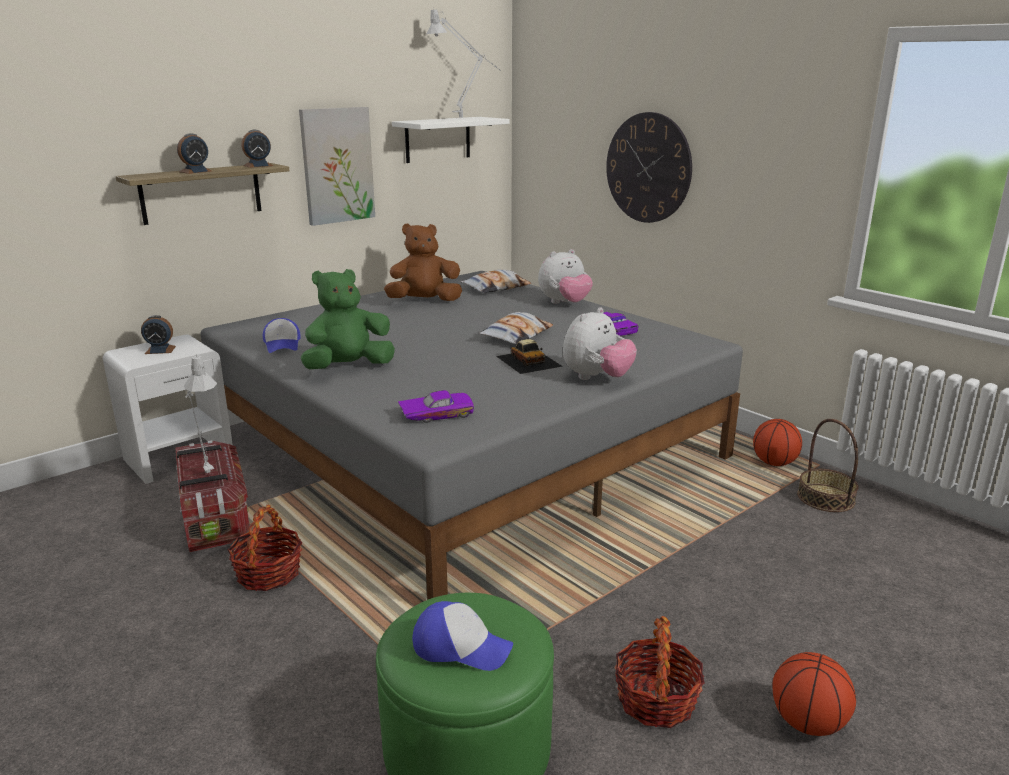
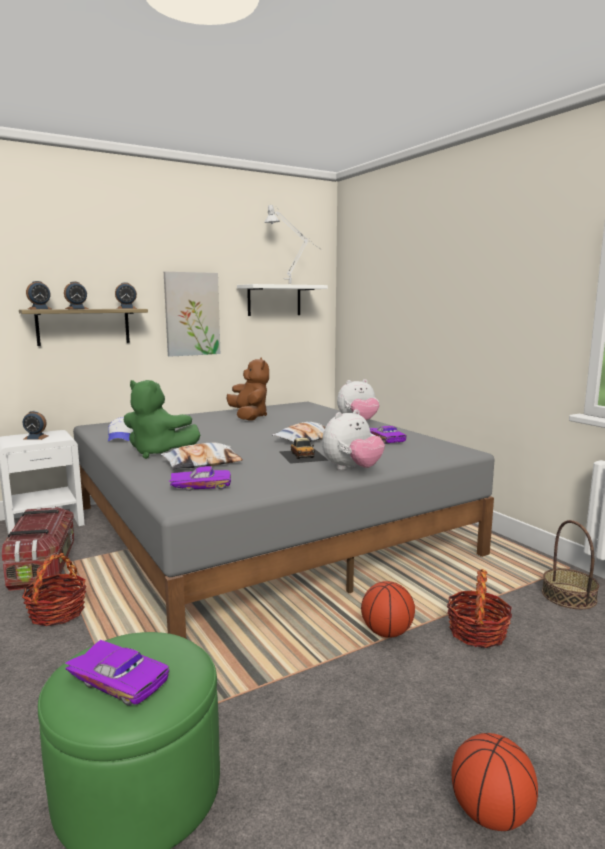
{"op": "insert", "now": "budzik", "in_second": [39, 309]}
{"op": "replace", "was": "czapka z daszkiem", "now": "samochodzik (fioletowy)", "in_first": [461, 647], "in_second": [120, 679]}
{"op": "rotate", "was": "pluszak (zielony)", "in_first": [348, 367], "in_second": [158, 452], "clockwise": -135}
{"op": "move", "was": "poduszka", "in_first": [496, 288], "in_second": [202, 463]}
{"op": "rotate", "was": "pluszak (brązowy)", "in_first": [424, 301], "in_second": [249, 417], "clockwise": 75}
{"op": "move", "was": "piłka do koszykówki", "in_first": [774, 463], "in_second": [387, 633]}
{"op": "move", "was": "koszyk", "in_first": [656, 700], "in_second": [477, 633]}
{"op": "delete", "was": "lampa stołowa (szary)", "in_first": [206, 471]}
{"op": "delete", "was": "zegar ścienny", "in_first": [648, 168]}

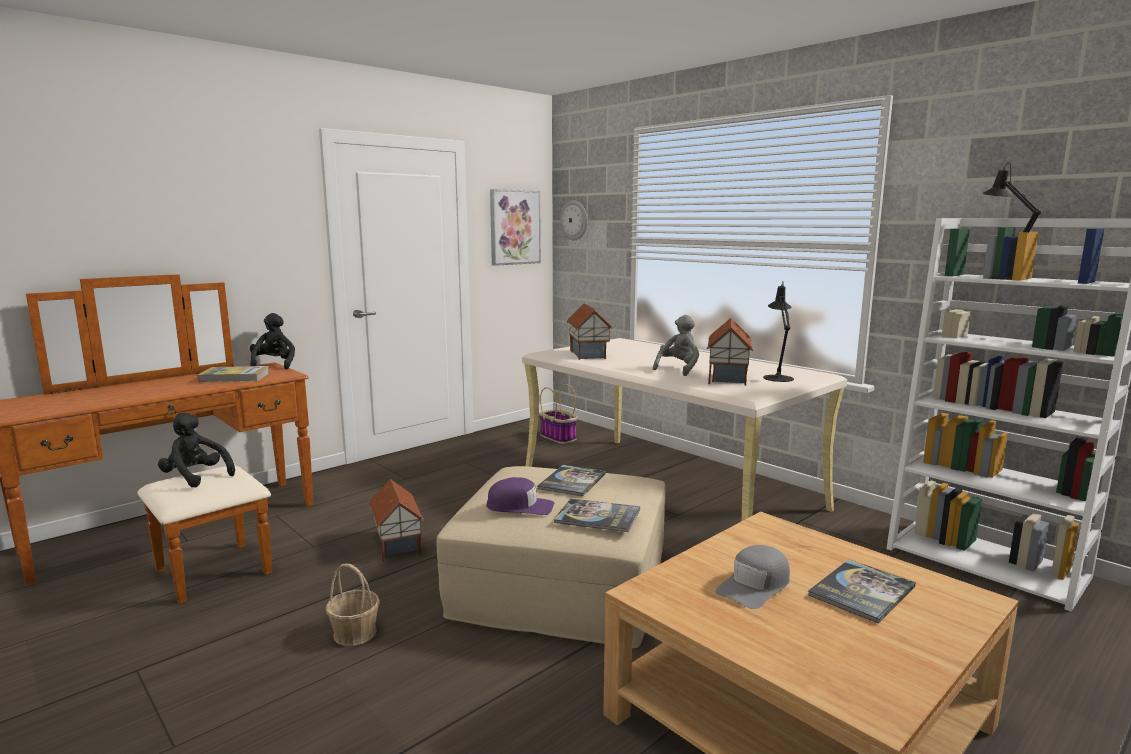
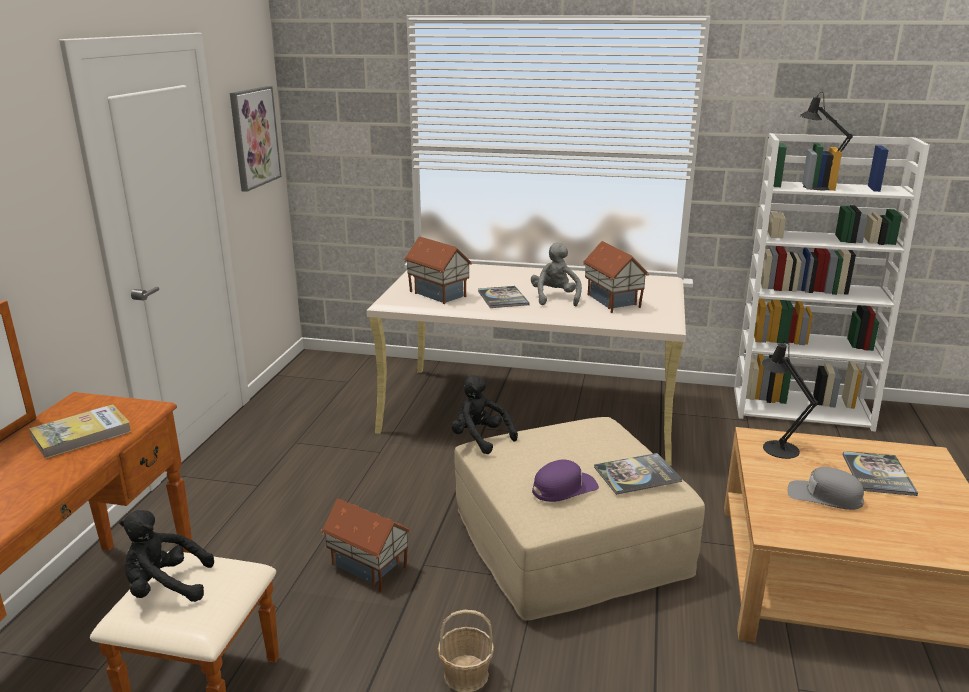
{"op": "move", "was": "pluszak (czarny)", "in_first": [274, 365], "in_second": [480, 438]}
{"op": "move", "was": "książka", "in_first": [572, 481], "in_second": [503, 298]}
{"op": "move", "was": "lampa stołowa (czarny)", "in_first": [777, 377], "in_second": [776, 447]}
{"op": "rotate", "was": "czapka z daszkiem (szary)", "in_first": [755, 586], "in_second": [824, 496], "clockwise": 105}
{"op": "delete", "was": "koszyk", "in_first": [558, 437]}
{"op": "delete", "was": "zegar ścienny", "in_first": [574, 220]}

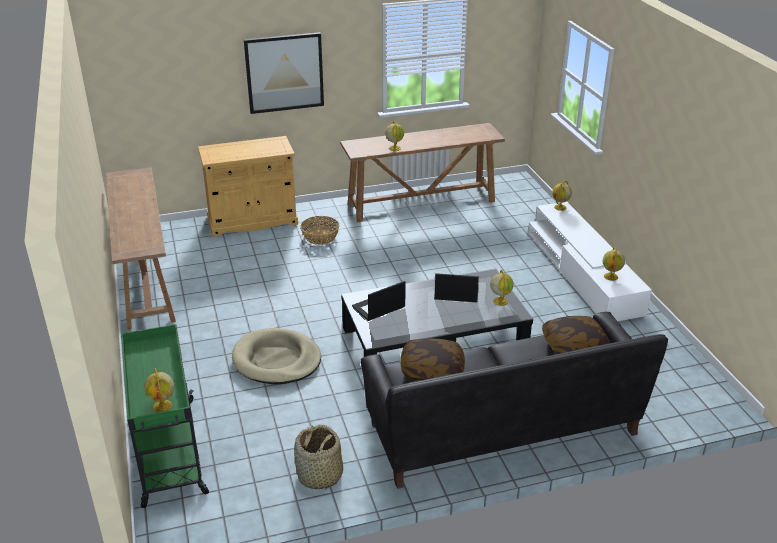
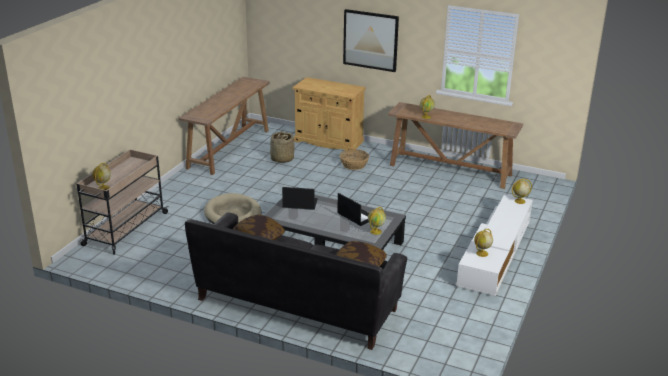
{"op": "recolor", "was": "wózek (zielony)", "now": "wózek (beżowy)", "in_first": [169, 452], "in_second": [125, 229]}
{"op": "move", "was": "koszyk", "in_first": [319, 475], "in_second": [282, 159]}

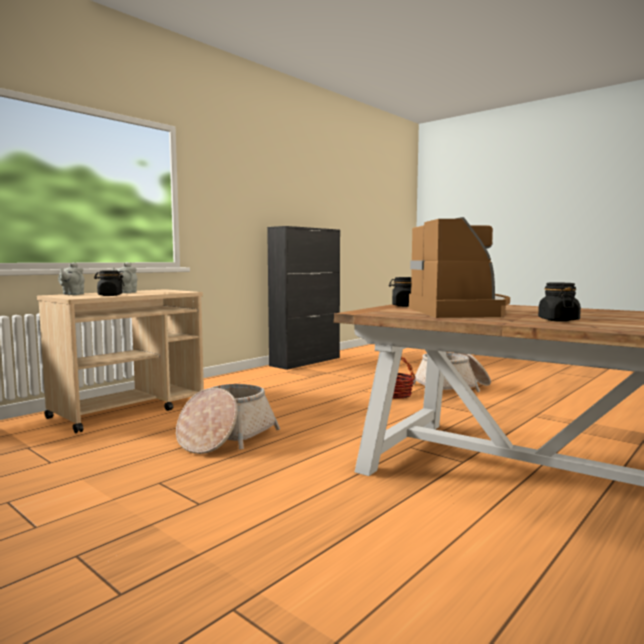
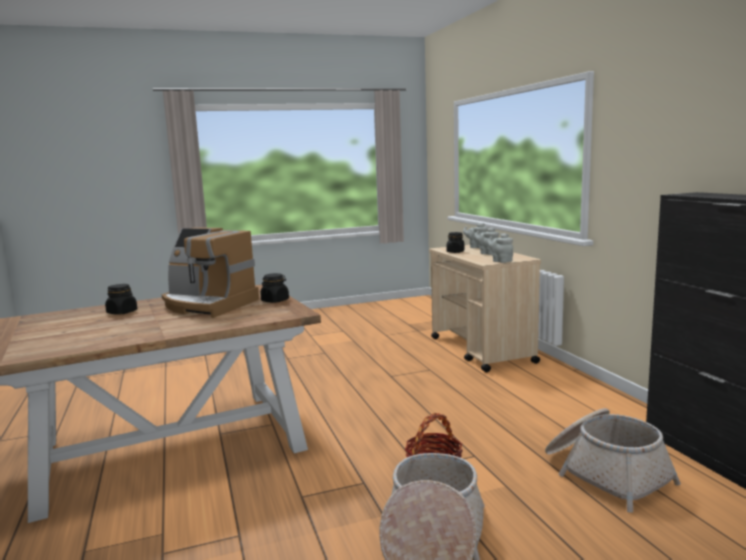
{"op": "insert", "now": "imbryk (szary)", "in_second": [500, 261]}
{"op": "move", "was": "koszyk", "in_first": [226, 438], "in_second": [605, 473]}

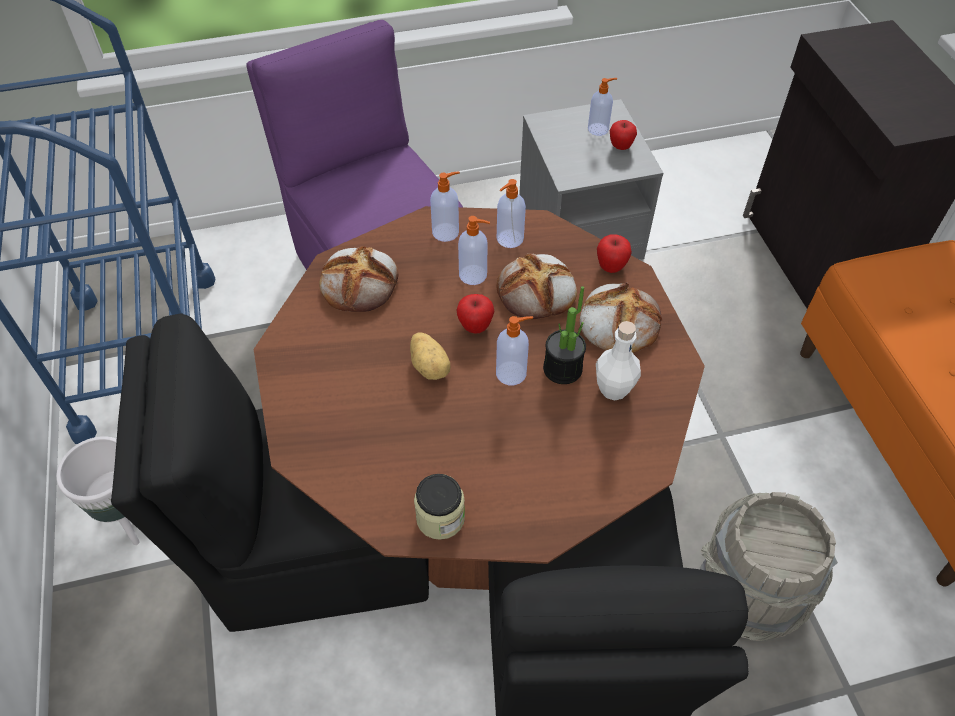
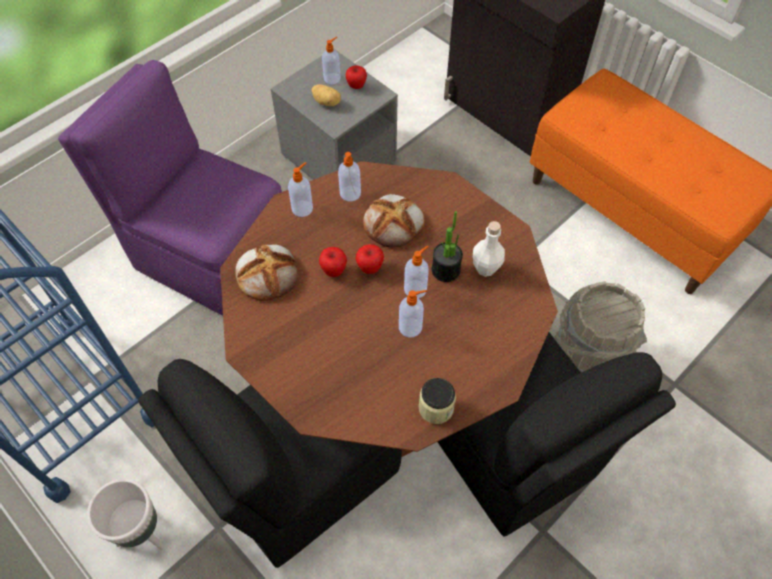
{"op": "move", "was": "ziemniak", "in_first": [430, 366], "in_second": [327, 102]}
{"op": "move", "was": "jabłko", "in_first": [611, 267], "in_second": [334, 271]}
{"op": "move", "was": "dozownik mydła", "in_first": [474, 275], "in_second": [411, 327]}
{"op": "delete", "was": "chleb", "in_first": [618, 321]}

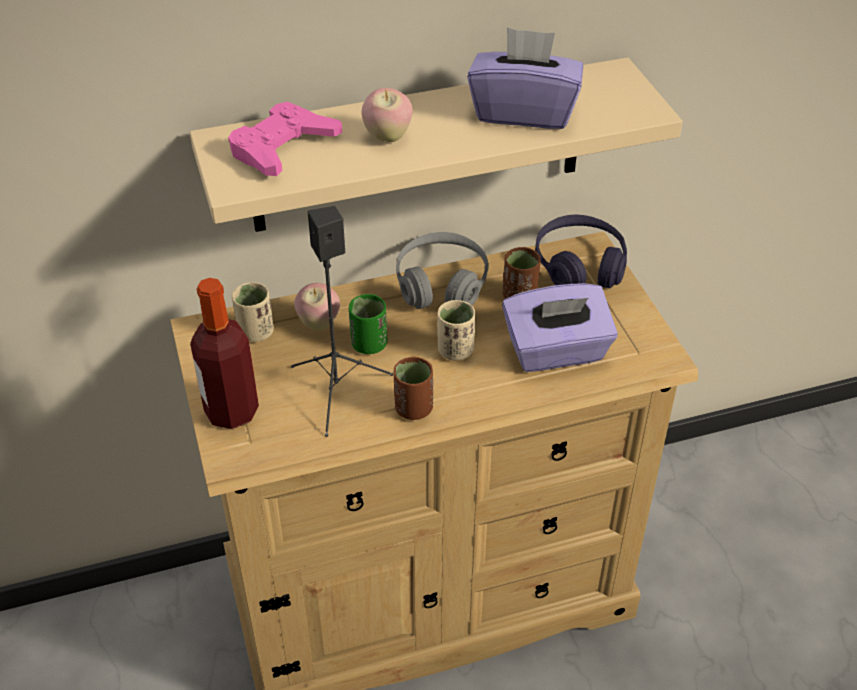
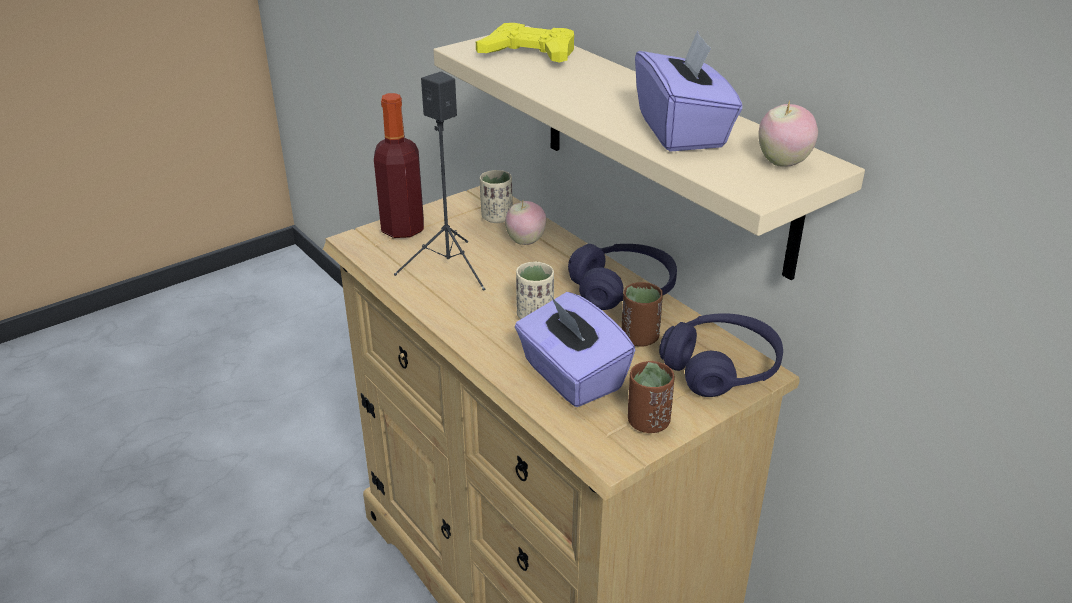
{"op": "recolor", "was": "pad do gier (różowy)", "now": "pad do gier (żółty)", "in_first": [283, 147], "in_second": [529, 54]}
{"op": "recolor", "was": "słuchawki (szary)", "now": "słuchawki (fioletowy)", "in_first": [441, 284], "in_second": [623, 290]}
{"op": "move", "was": "filiżanka (brązowy)", "in_first": [413, 409], "in_second": [648, 422]}
{"op": "move", "was": "jabłko", "in_first": [387, 137], "in_second": [783, 162]}
{"op": "delete", "was": "filiżanka (zielony)", "in_first": [369, 344]}

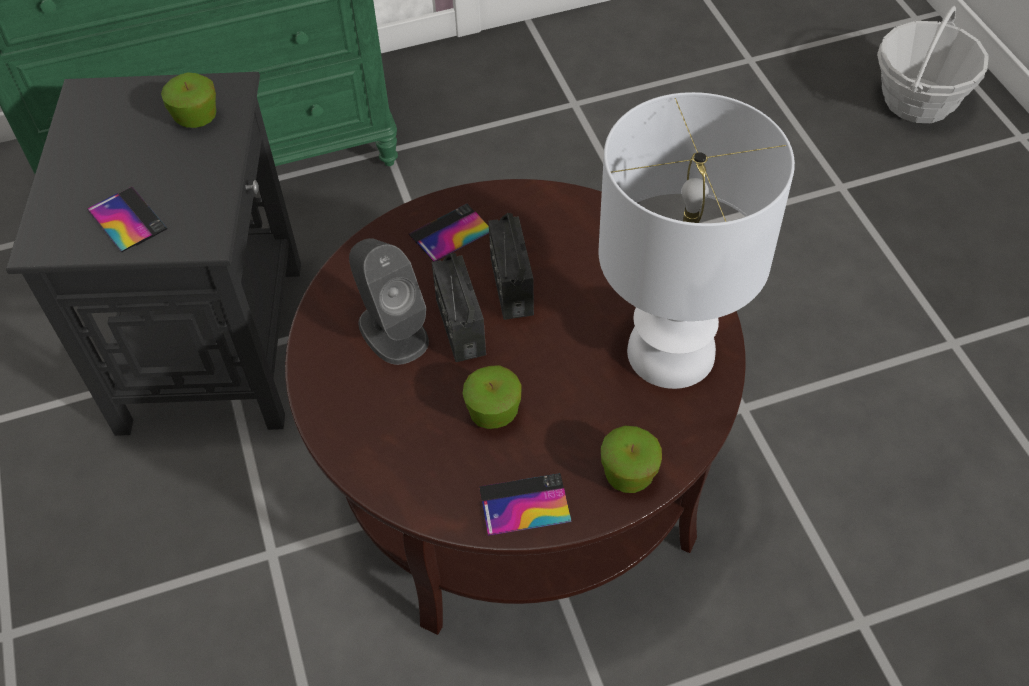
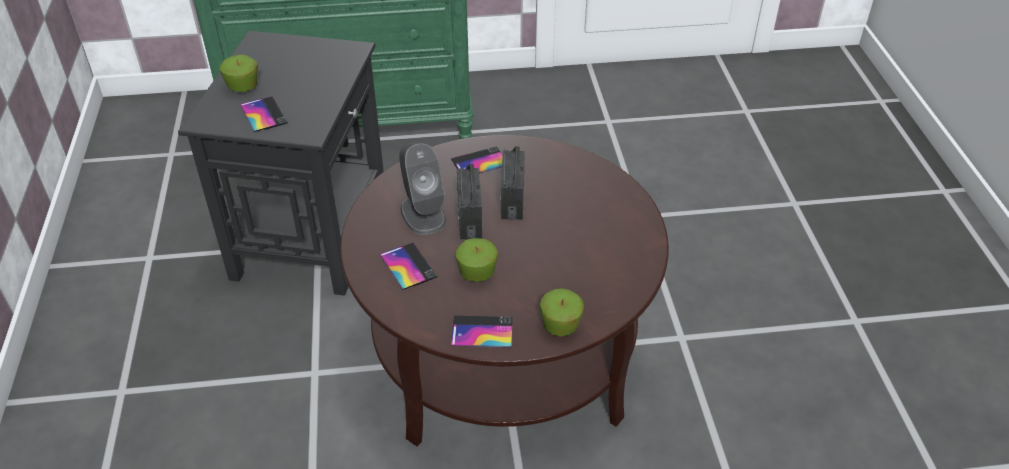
{"op": "move", "was": "jabłko", "in_first": [196, 118], "in_second": [243, 87]}
{"op": "insert", "now": "telefon", "in_second": [408, 266]}
{"op": "delete", "was": "lampa stołowa (biały)", "in_first": [668, 354]}
{"op": "delete", "was": "koszyk", "in_first": [918, 100]}

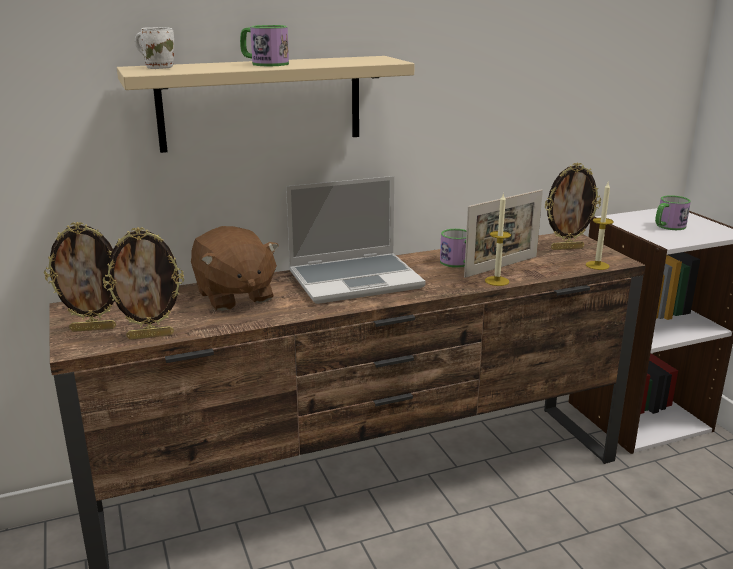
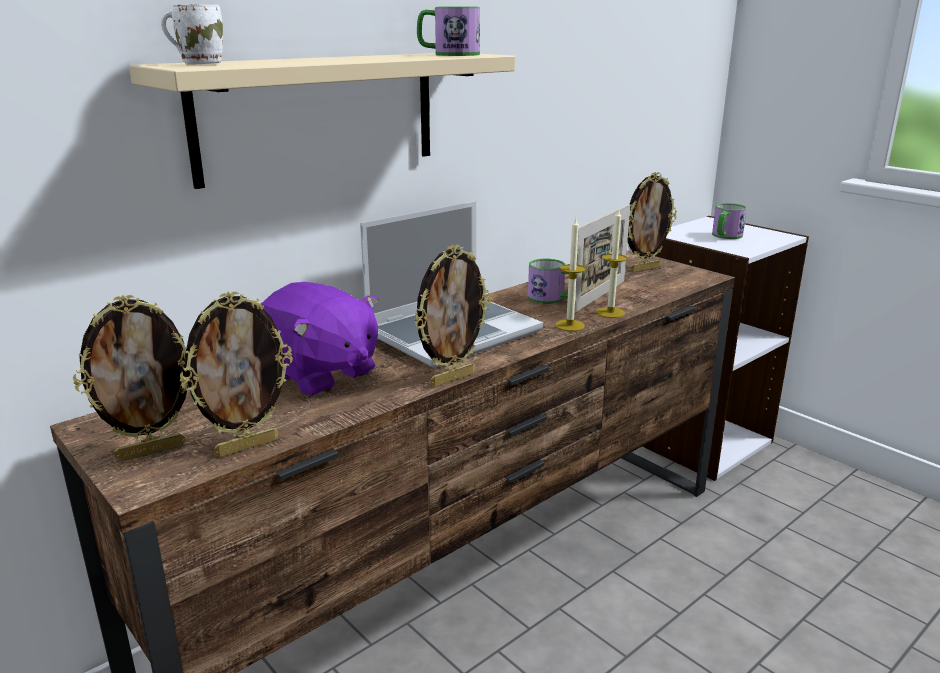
{"op": "recolor", "was": "pluszak (brązowy)", "now": "pluszak (fioletowy)", "in_first": [234, 296], "in_second": [319, 374]}
{"op": "insert", "now": "ramka na zdjęcie", "in_second": [452, 378]}
{"op": "move", "was": "kubek", "in_first": [264, 63], "in_second": [448, 54]}
{"op": "move", "was": "świeca", "in_first": [597, 265], "in_second": [569, 325]}

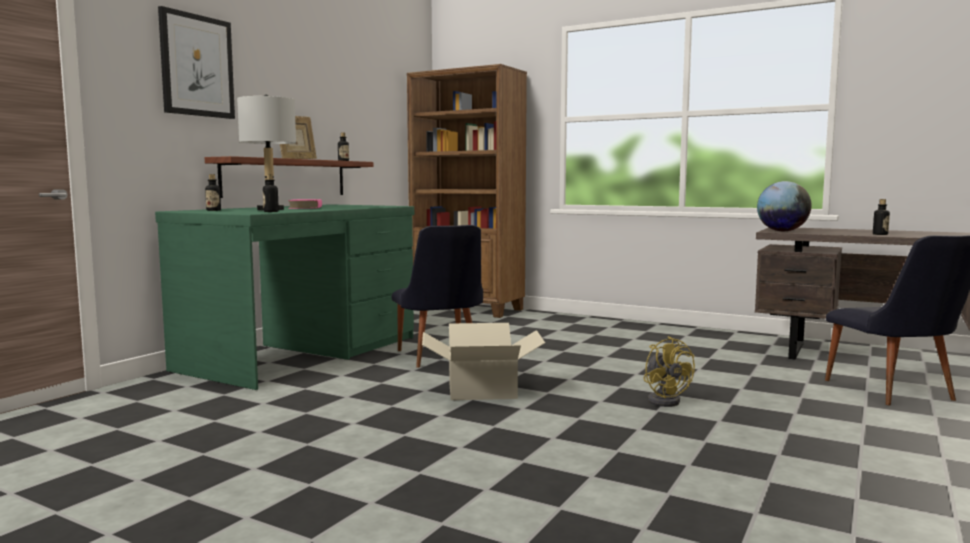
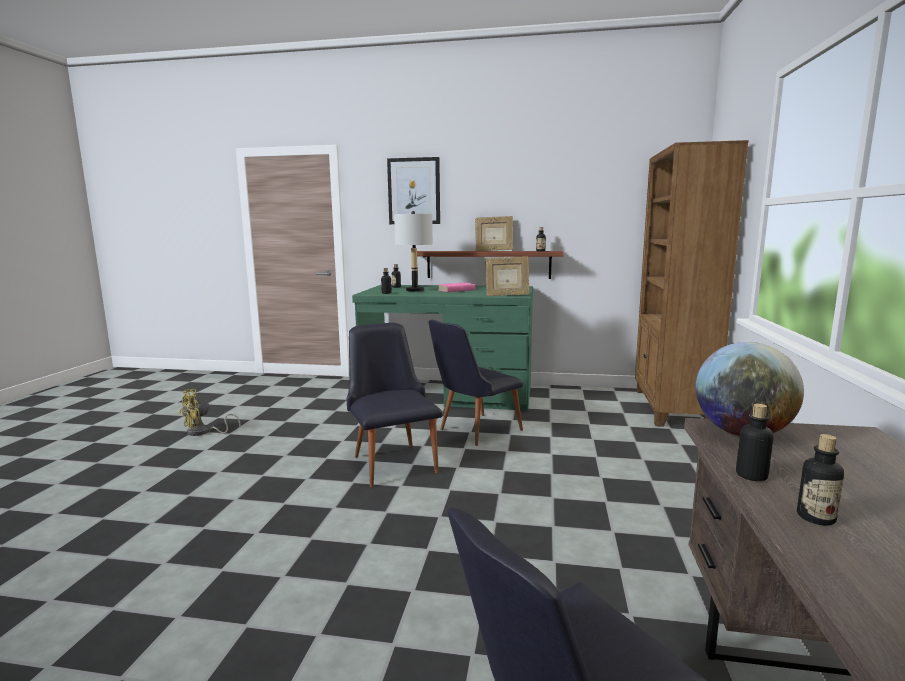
{"op": "move", "was": "wentylator (żółty)", "in_first": [665, 400], "in_second": [204, 432]}
{"op": "replace", "was": "karton", "now": "krzesło (czarny)", "in_first": [482, 390], "in_second": [392, 460]}
{"op": "insert", "now": "ramka na zdjęcie", "in_second": [507, 295]}
{"op": "insert", "now": "butelka", "in_second": [751, 475]}

